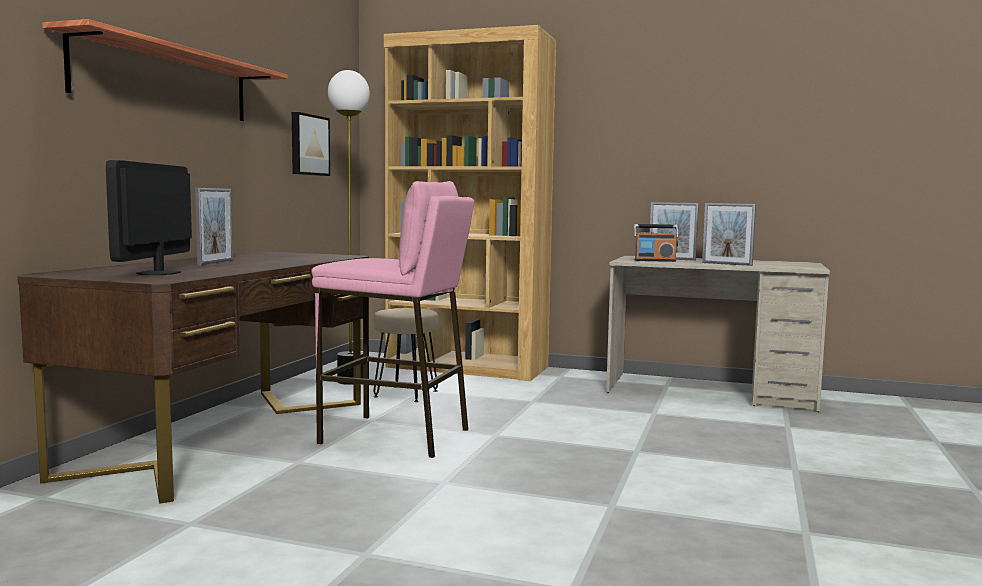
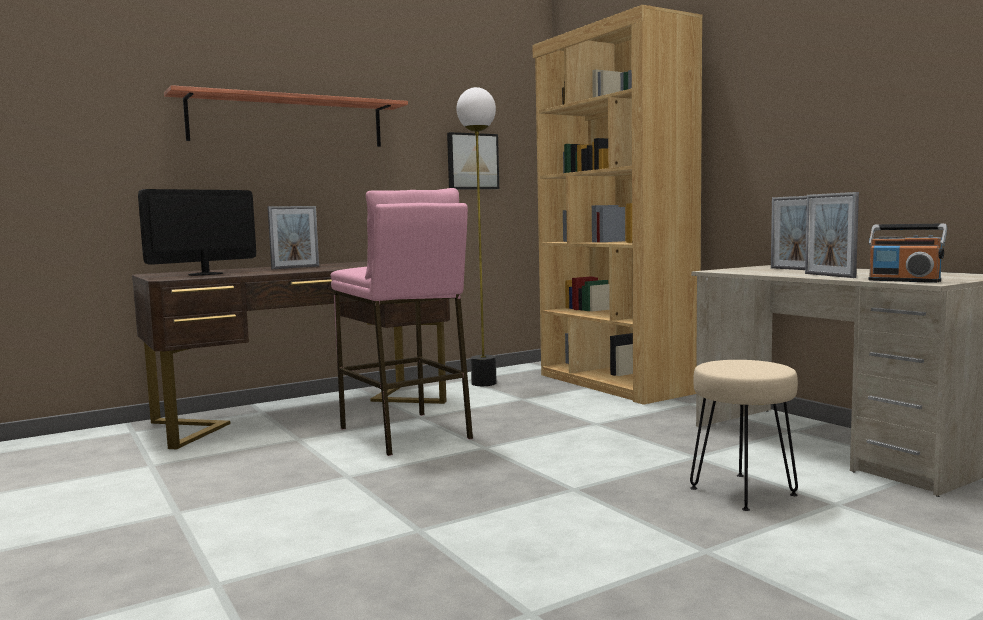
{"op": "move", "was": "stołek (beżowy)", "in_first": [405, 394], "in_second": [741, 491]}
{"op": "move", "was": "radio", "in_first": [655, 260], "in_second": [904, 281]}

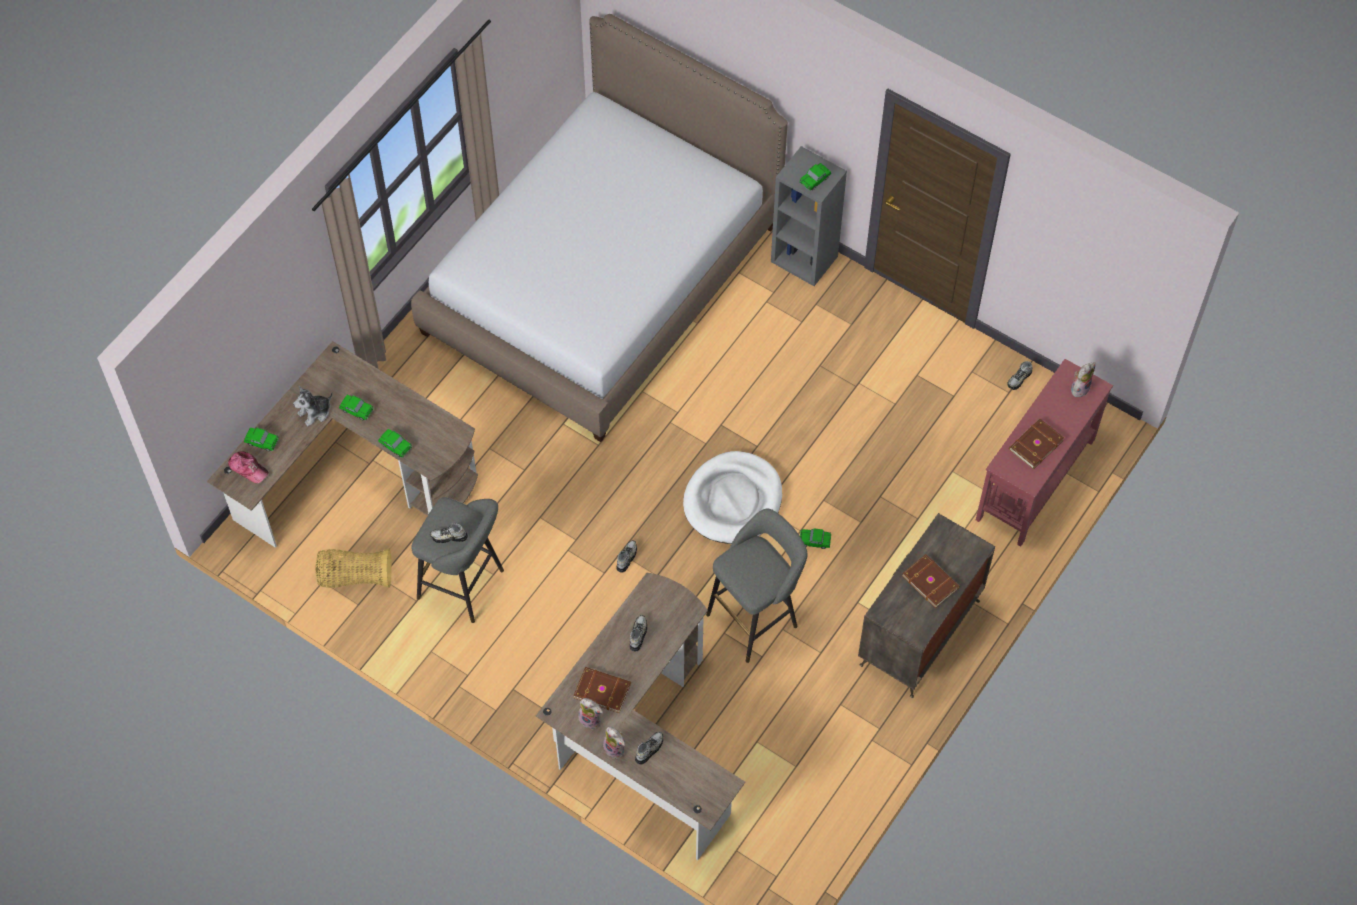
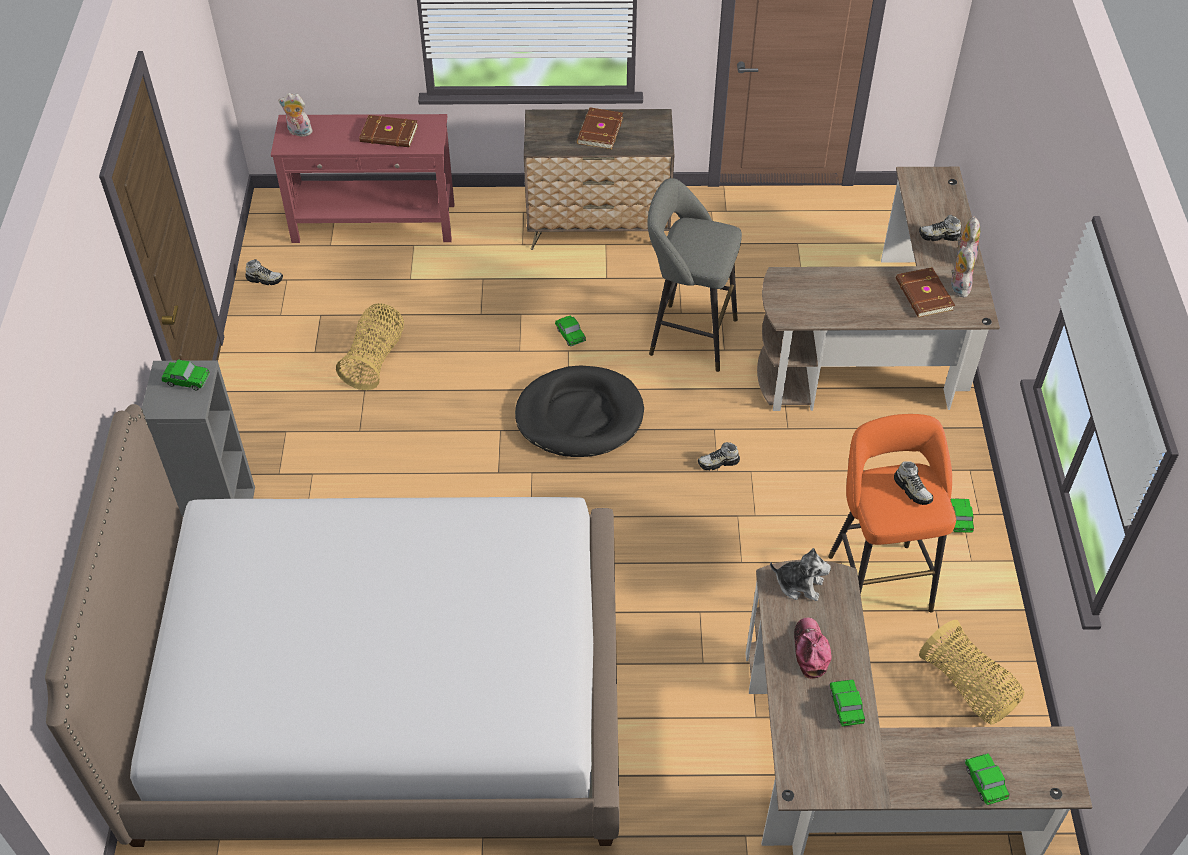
{"op": "insert", "now": "koszyk", "in_second": [375, 359]}
{"op": "recolor", "was": "legowisko (biały)", "now": "legowisko (czarny)", "in_first": [733, 500], "in_second": [579, 416]}
{"op": "move", "was": "pluszak", "in_first": [315, 412], "in_second": [799, 584]}
{"op": "move", "was": "czapka z daszkiem", "in_first": [248, 468], "in_second": [810, 650]}
{"op": "recolor", "was": "stołek (szary)", "now": "stołek (pomarańczowy)", "in_first": [465, 586], "in_second": [877, 577]}
{"op": "move", "was": "samochodzik", "in_first": [395, 446], "in_second": [959, 519]}
{"op": "delete", "was": "but", "in_first": [638, 635]}

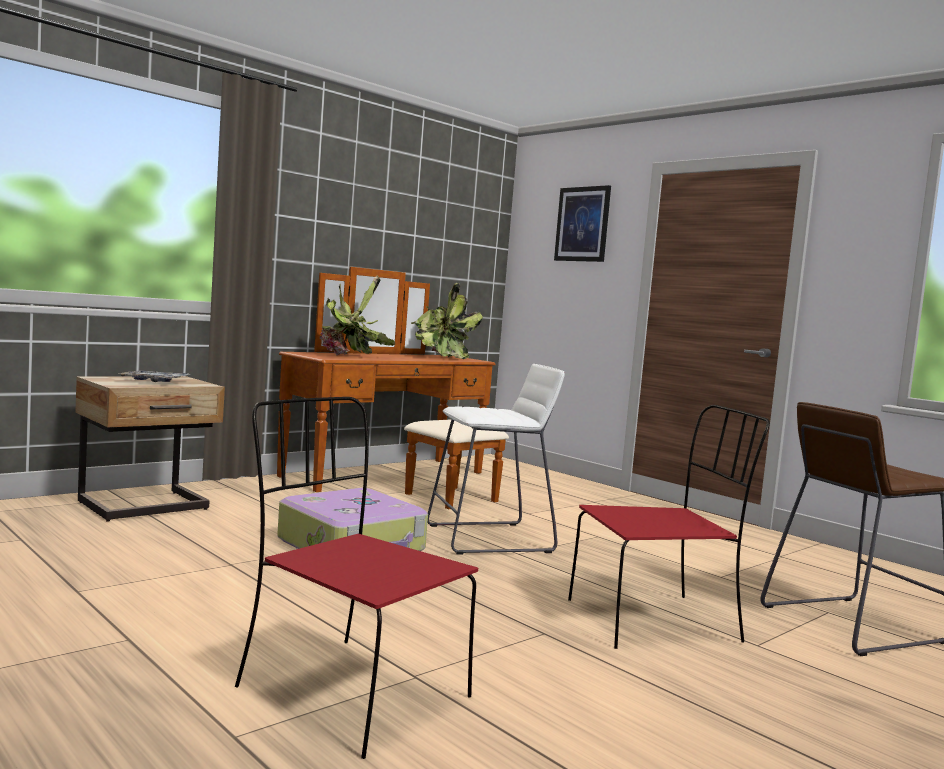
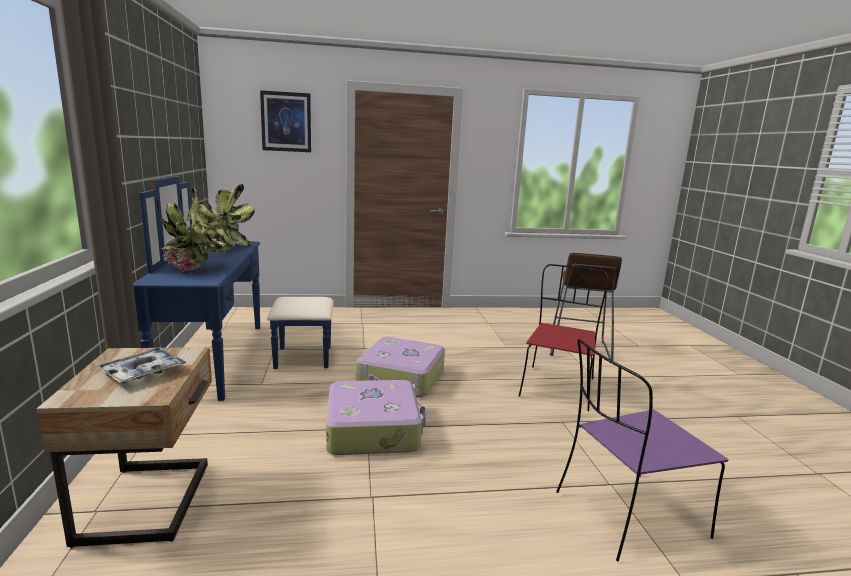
{"op": "recolor", "was": "komoda (brązowy)", "now": "komoda (niebieski)", "in_first": [399, 479], "in_second": [235, 358]}
{"op": "replace", "was": "stołek (biały)", "now": "walizka", "in_first": [489, 538], "in_second": [401, 378]}
{"op": "recolor", "was": "krzesło (czerwony)", "now": "krzesło (fioletowy)", "in_first": [349, 691], "in_second": [626, 515]}

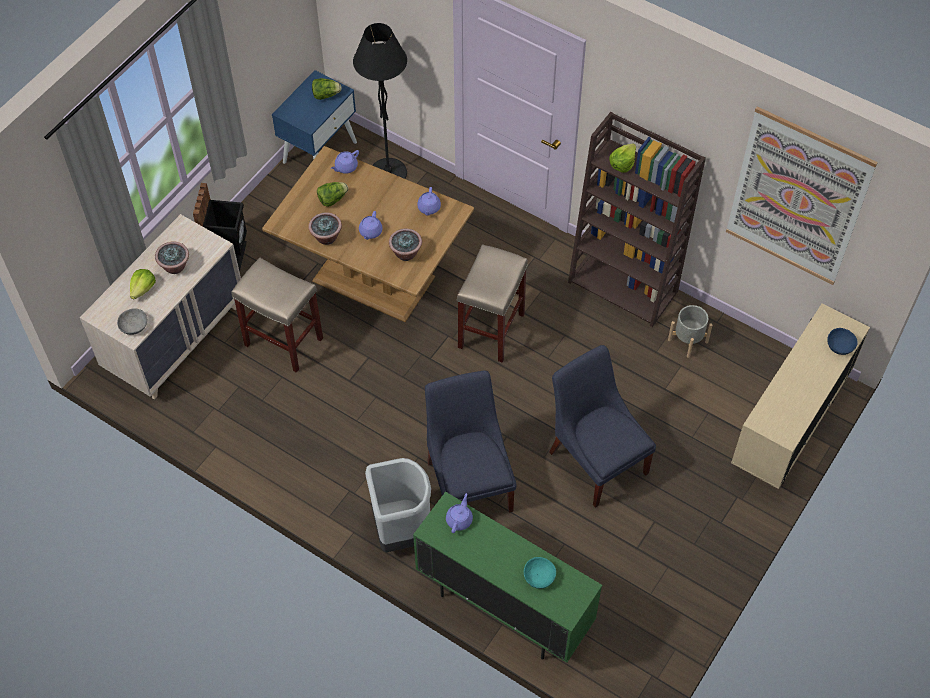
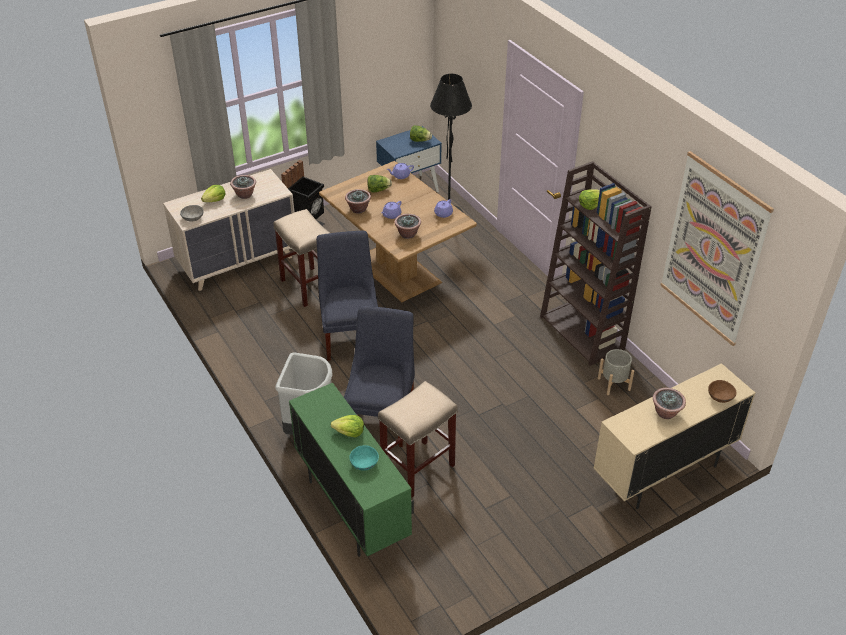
{"op": "move", "was": "krzesło (niebieski)", "in_first": [596, 458], "in_second": [351, 334]}
{"op": "insert", "now": "sałata", "in_second": [349, 432]}
{"op": "move", "was": "stołek (beżowy)", "in_first": [491, 331], "in_second": [417, 469]}
{"op": "insert", "now": "roślina doniczkowa", "in_second": [666, 413]}
{"op": "recolor", "was": "miska (niebieski)", "now": "miska (brązowy)", "in_first": [839, 346], "in_second": [720, 396]}
{"op": "delete", "was": "imbryk (fioletowy)", "in_first": [459, 519]}

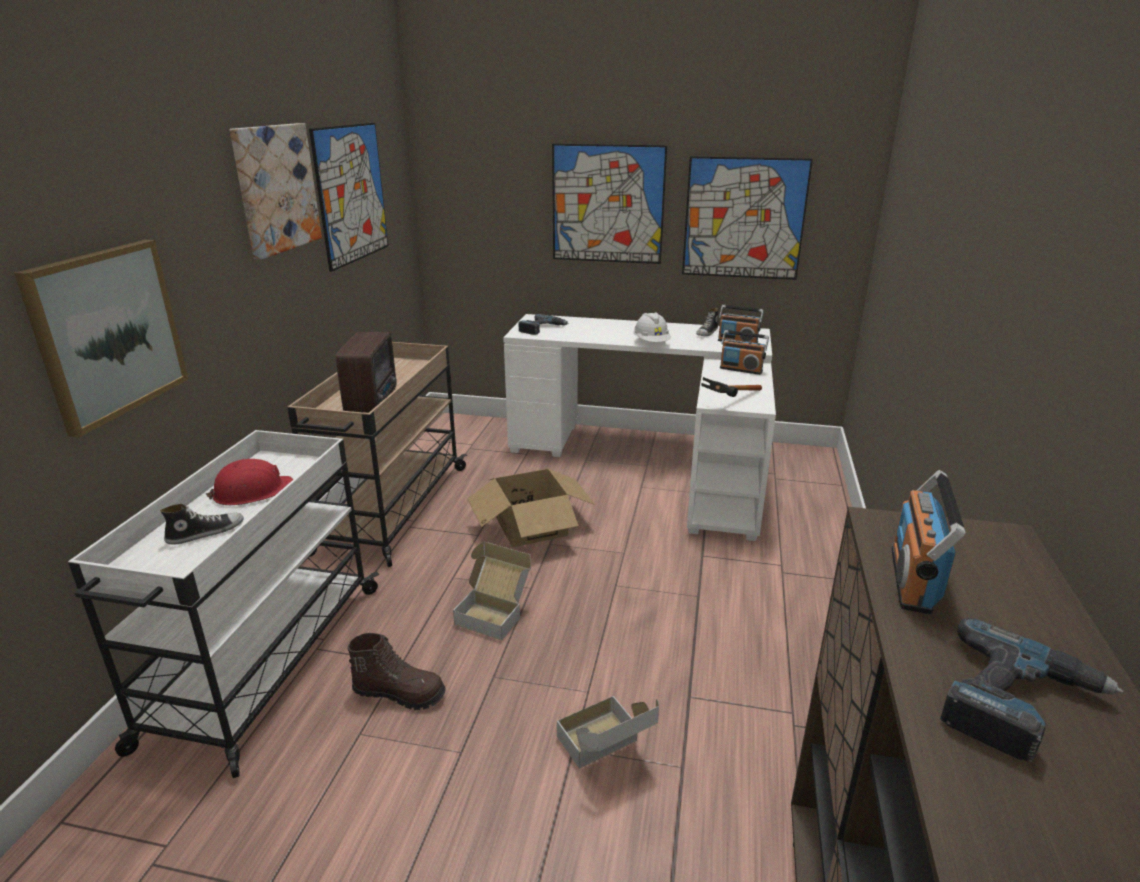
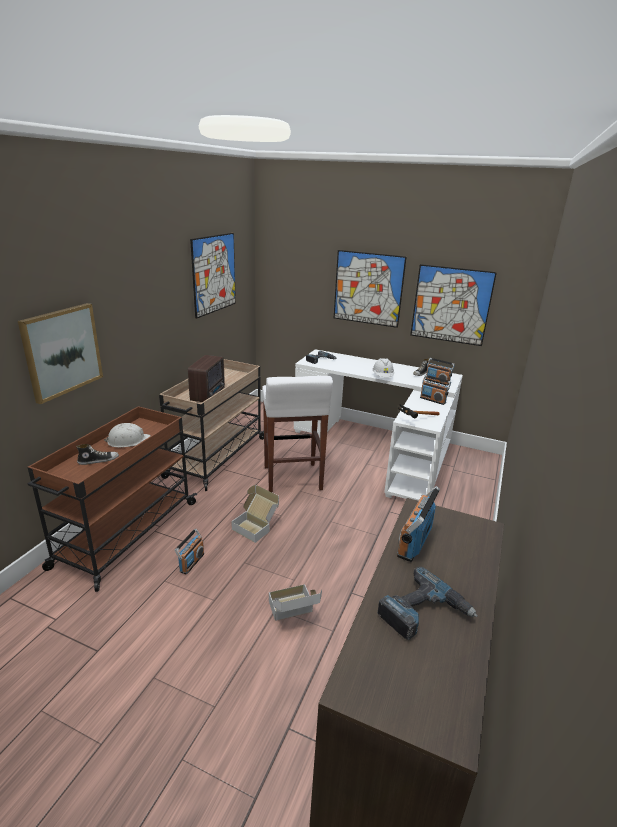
{"op": "recolor", "was": "wózek (biały)", "now": "wózek (brązowy)", "in_first": [264, 664], "in_second": [125, 535]}
{"op": "recolor", "was": "kask (czerwony)", "now": "kask (biały)", "in_first": [253, 492], "in_second": [128, 441]}
{"op": "replace", "was": "but z cholewką (brązowy)", "now": "radio", "in_first": [400, 693], "in_second": [191, 562]}
{"op": "replace", "was": "karton", "now": "stołek (biały)", "in_first": [531, 526], "in_second": [292, 479]}
{"op": "delete", "was": "obraz", "in_first": [276, 189]}

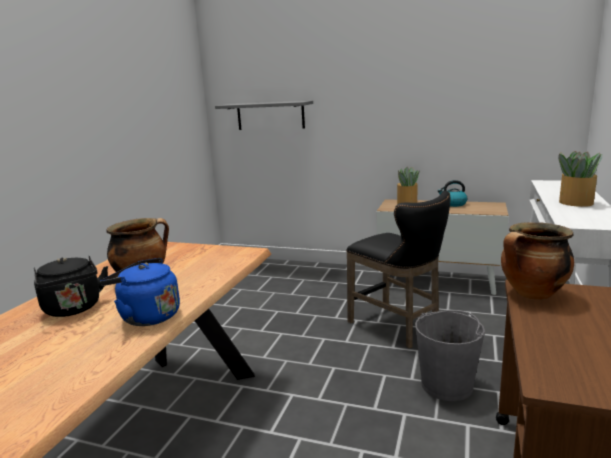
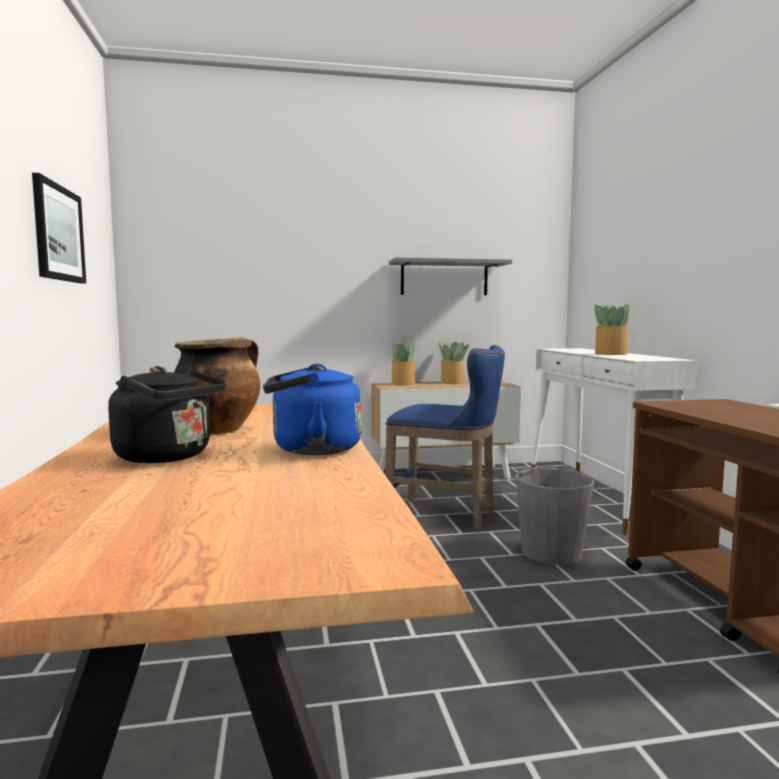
{"op": "insert", "now": "obraz", "in_second": [58, 233]}
{"op": "recolor", "was": "stołek (czarny)", "now": "stołek (niebieski)", "in_first": [398, 328], "in_second": [447, 517]}
{"op": "move", "was": "półka (szary)", "in_first": [270, 115], "in_second": [444, 278]}
{"op": "replace", "was": "czajnik", "now": "roślina doniczkowa", "in_first": [453, 204], "in_second": [452, 382]}
{"op": "delete", "was": "garnek", "in_first": [532, 294]}

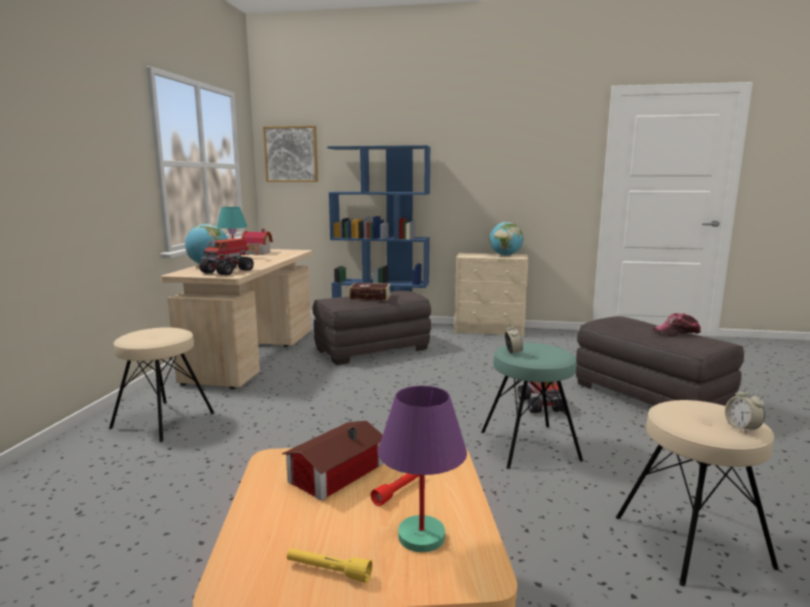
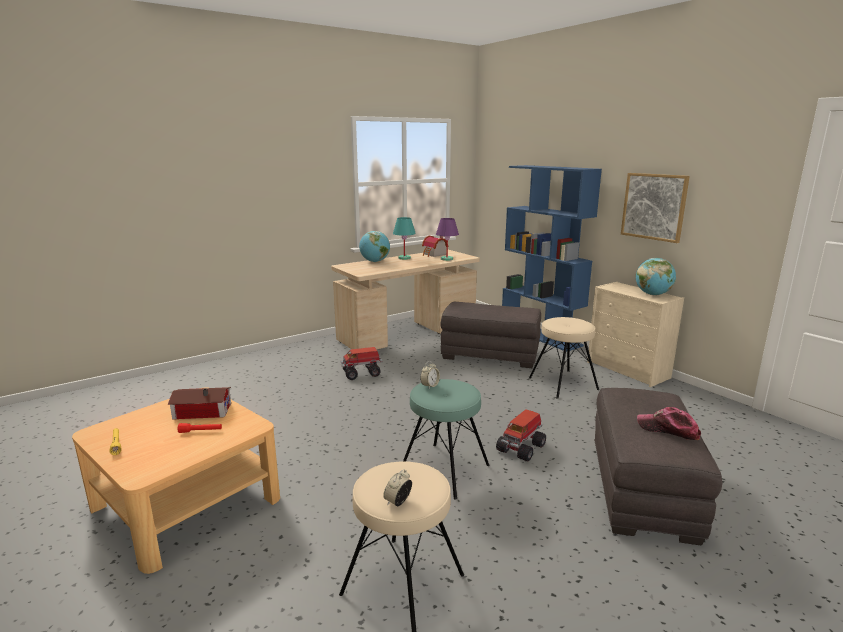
{"op": "move", "was": "ciężarówka zabawkowa", "in_first": [228, 271], "in_second": [362, 373]}
{"op": "move", "was": "lampa stołowa (fioletowy)", "in_first": [420, 536], "in_second": [446, 259]}
{"op": "move", "was": "stołek (beżowy)", "in_first": [163, 420], "in_second": [563, 384]}
{"op": "move", "was": "obraz", "in_first": [291, 154], "in_second": [654, 206]}
{"op": "delete", "was": "książka", "in_first": [370, 297]}

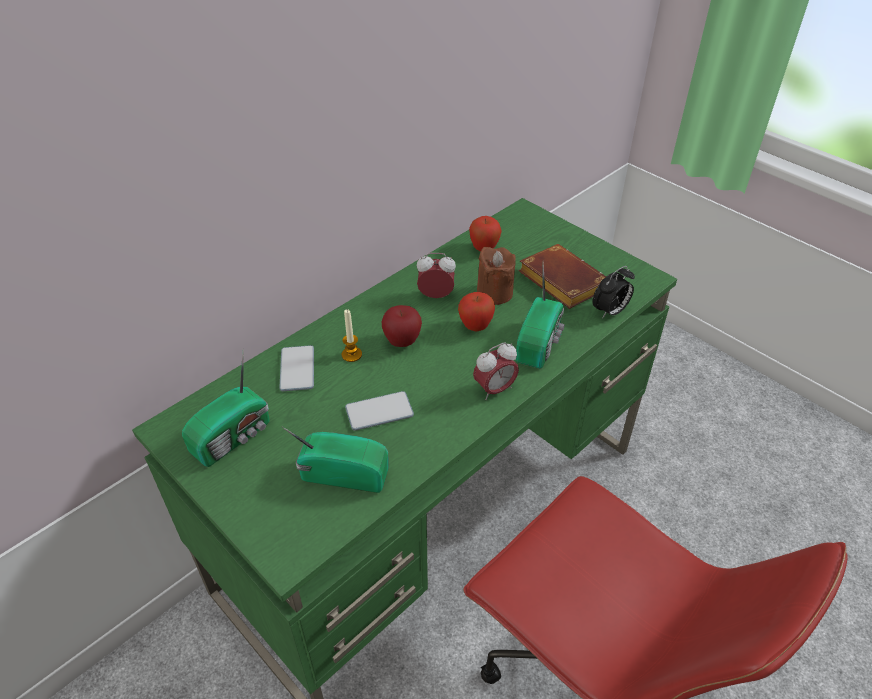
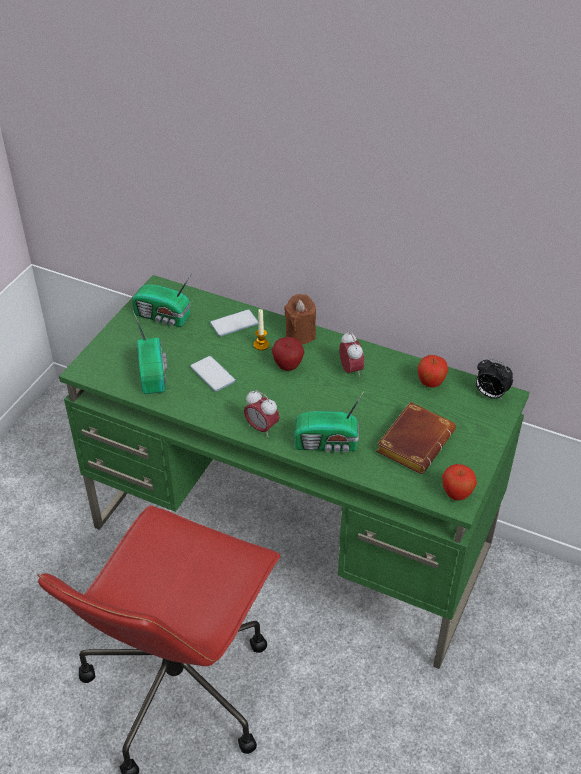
{"op": "move", "was": "świeca (brązowy)", "in_first": [494, 293], "in_second": [300, 334]}
{"op": "move", "was": "jabłko", "in_first": [475, 327], "in_second": [456, 494]}
{"op": "move", "was": "budzik", "in_first": [610, 312], "in_second": [490, 394]}

